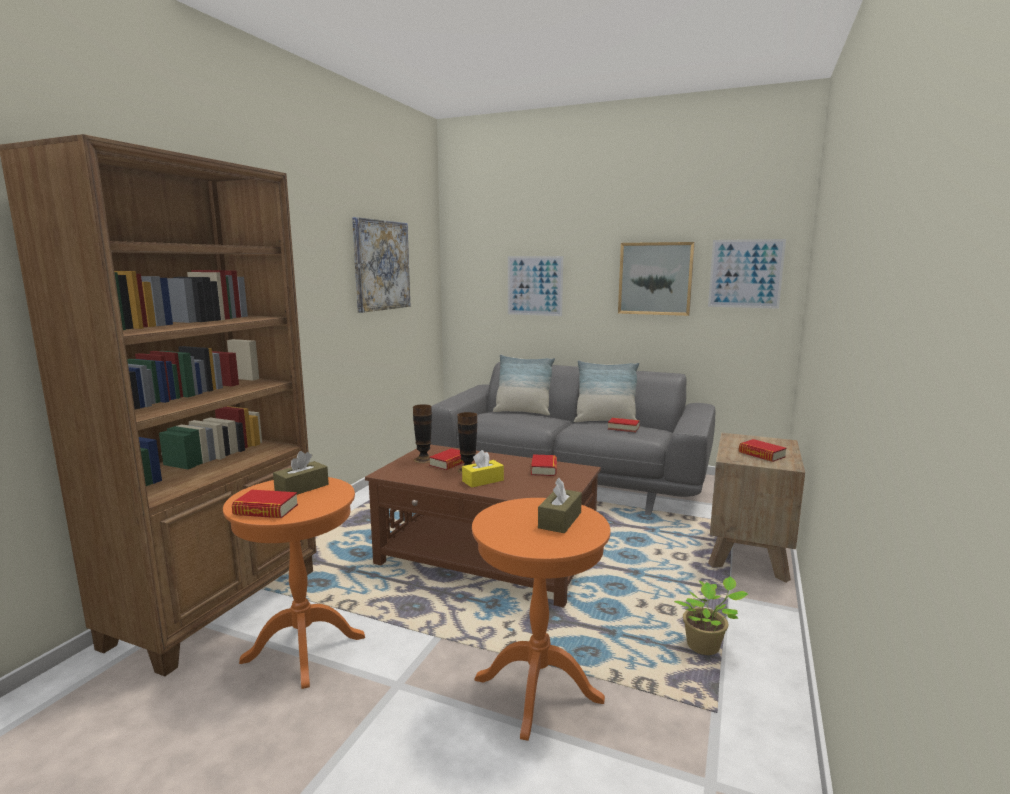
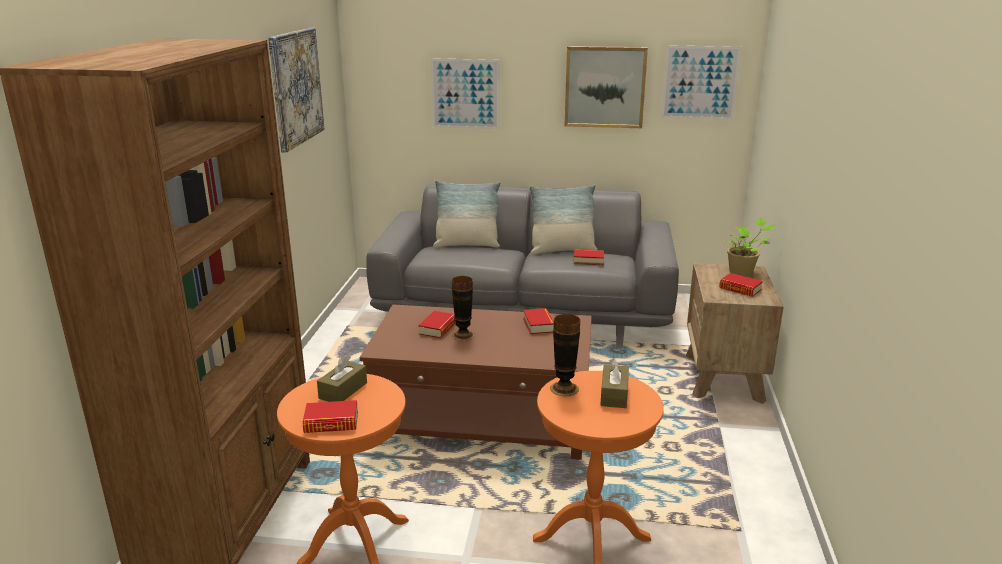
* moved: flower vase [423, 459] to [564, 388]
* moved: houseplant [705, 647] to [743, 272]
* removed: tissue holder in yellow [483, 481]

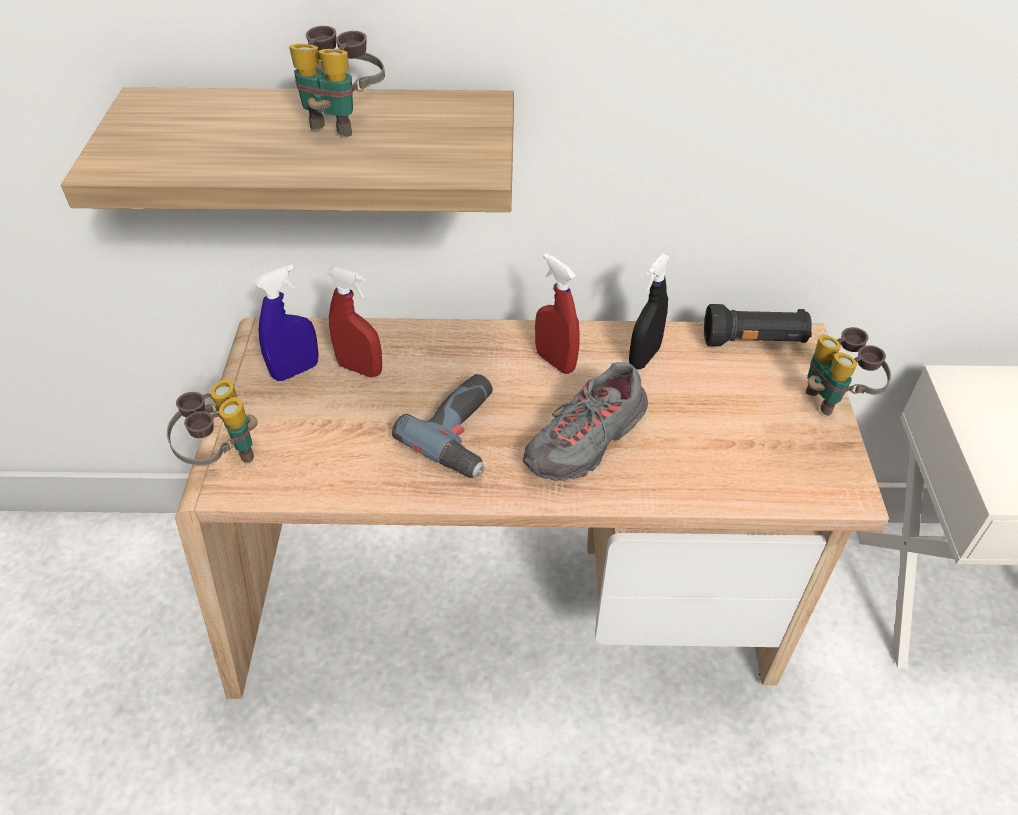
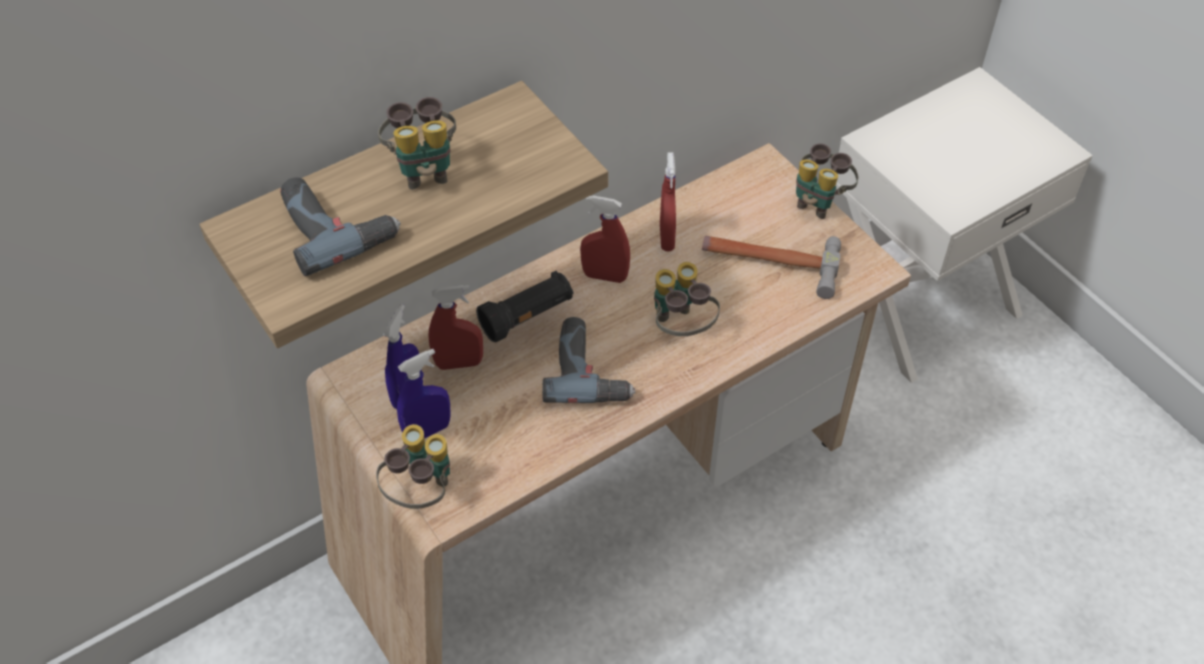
* added: drill [335, 226]
* added: spray bottle in blue [428, 431]
* moved: torch in black-coloured [754, 341] to [527, 316]
* replaced: shoe in grey [586, 442] to pair of binoculars [681, 327]
* recoloured: spray bottle in black-coloured [644, 357] to spray bottle in reddish [666, 238]
* added: tool hammer [769, 262]

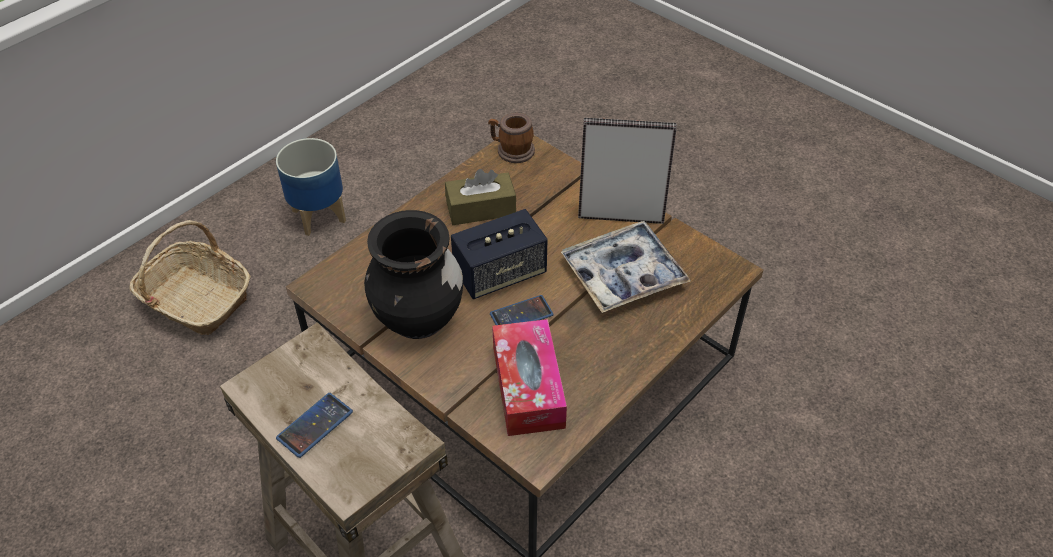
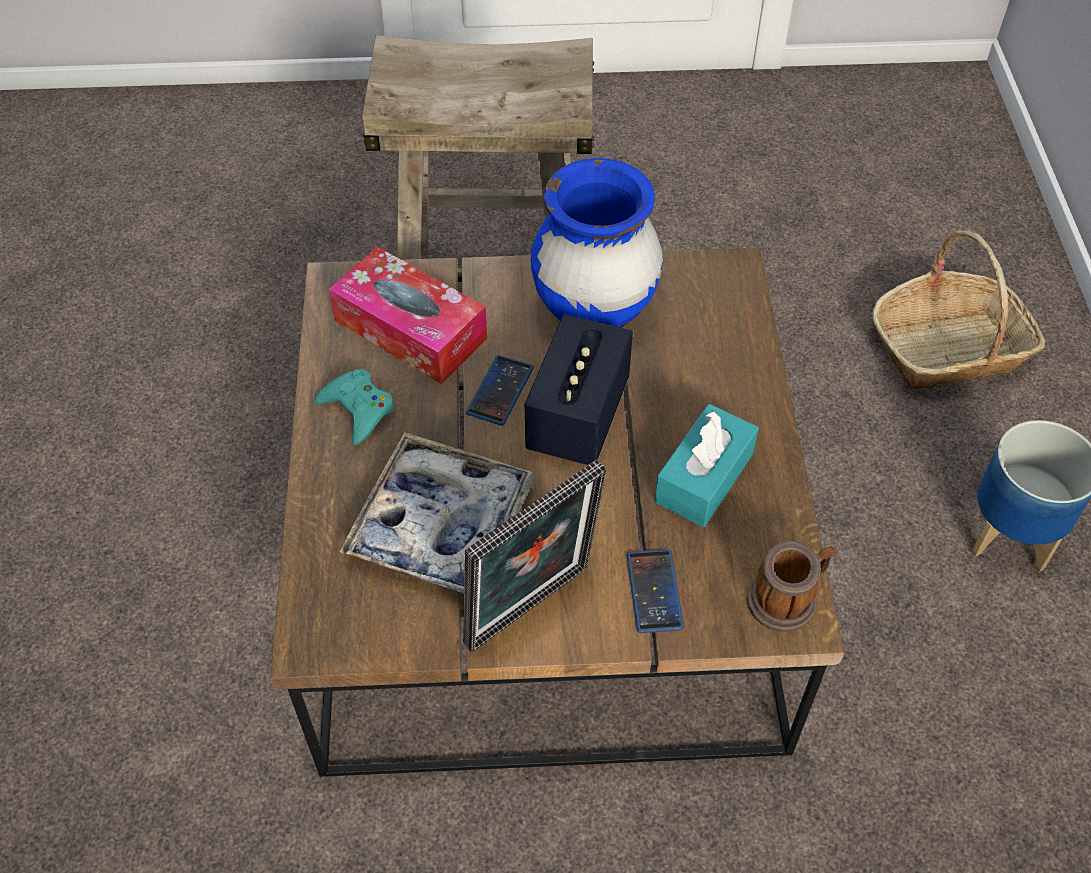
* added: gamepad in turquoise-coloured [358, 410]
* recoloured: flower vase in black-coloured [419, 319] to flower vase in blue [593, 311]
* moved: handset [315, 425] to [654, 591]
* recoloured: tissue holder in brownish [481, 209] to tissue holder in turquoise-coloured [704, 478]

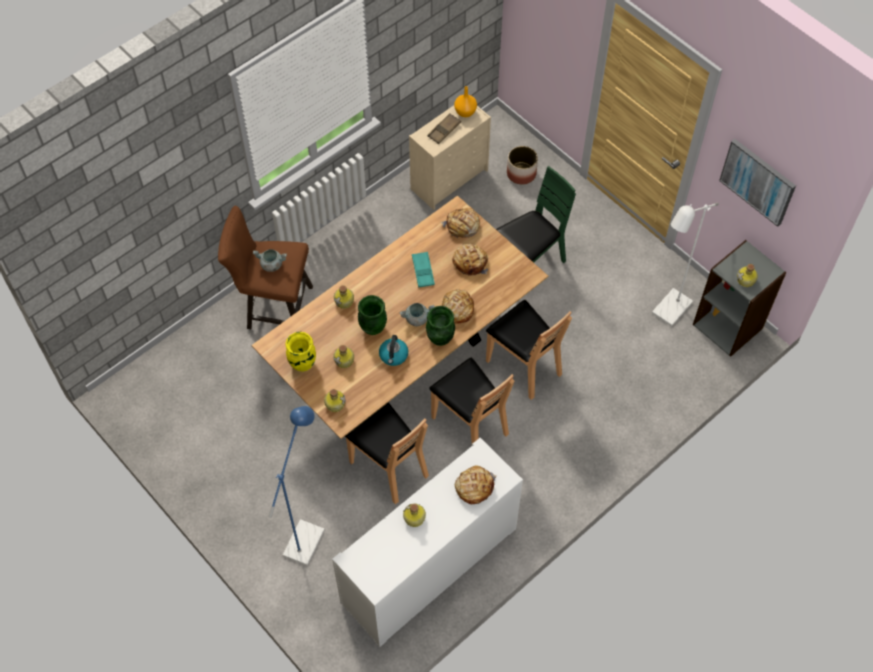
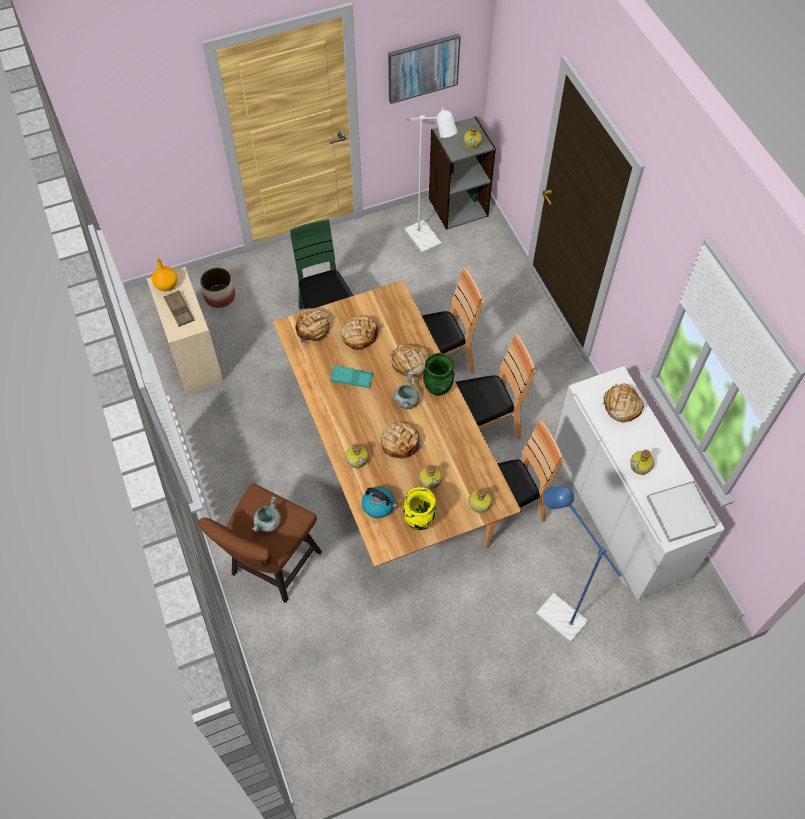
* moved: tea kettle [393, 356] to [379, 505]
* replaced: flower vase in green-coloured [373, 327] to baked bread [400, 443]
* added: carrying tray in whitish [680, 512]

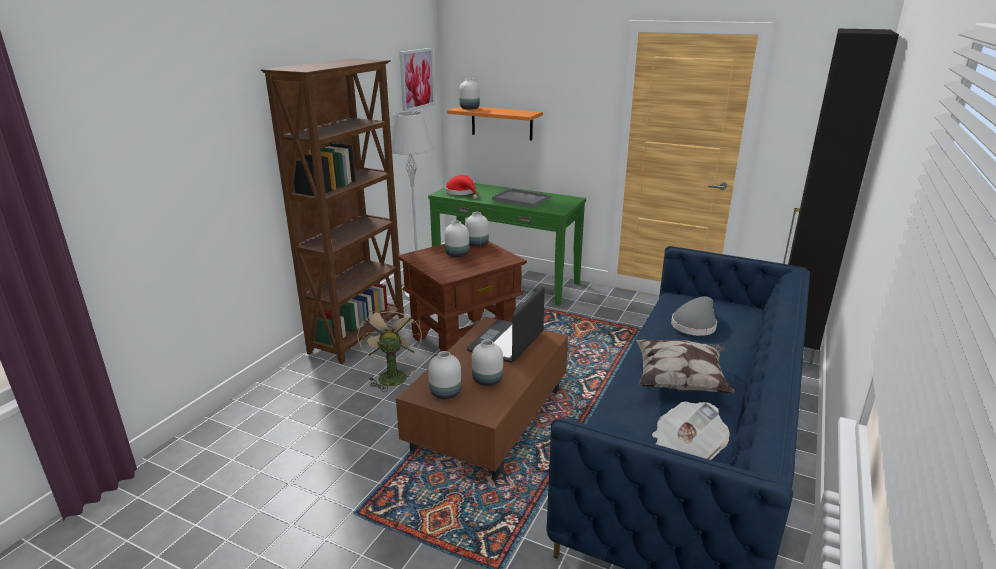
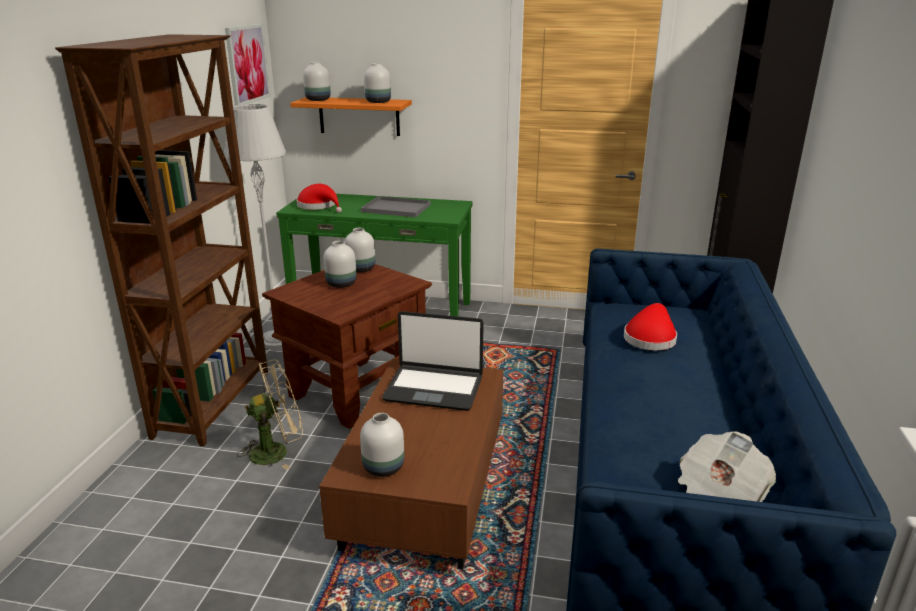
* turned: cooling fan in beige [391, 375] = [277, 451] 90 degrees clockwise
* moved: flower vase in whitish [486, 380] to [377, 102]
* turned: notebook computer [507, 342] = [434, 388] 90 degrees counterclockwise
* recoloured: clothing hat in grey [695, 325] to clothing hat in reddish [650, 338]
* removed: throw pillow [680, 381]

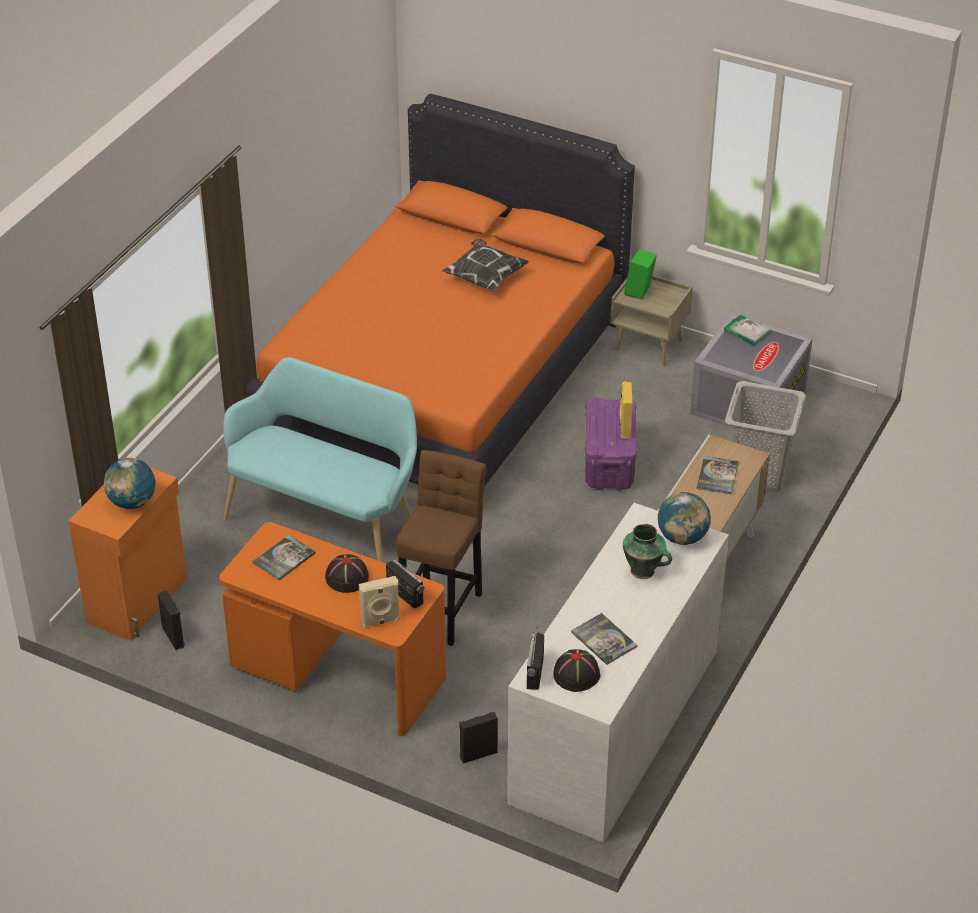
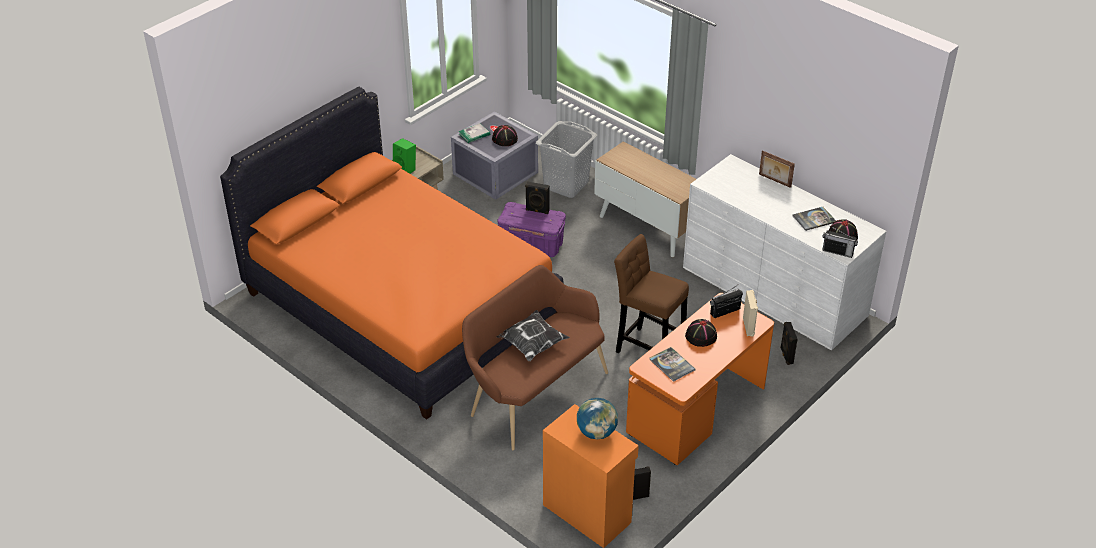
* recoloured: bench in turquoise-coloured [326, 519] to bench in brownish [533, 392]
* added: clothing hat in black-coloured [504, 139]
* moved: throw pillow [485, 277] to [530, 344]
* recoloured: audio speaker in yellow [624, 427] to audio speaker in black-coloured [537, 211]
* added: photo frame [774, 181]
* removed: flower vase [644, 571]
* removed: globe [682, 537]
* removed: bound book [717, 476]

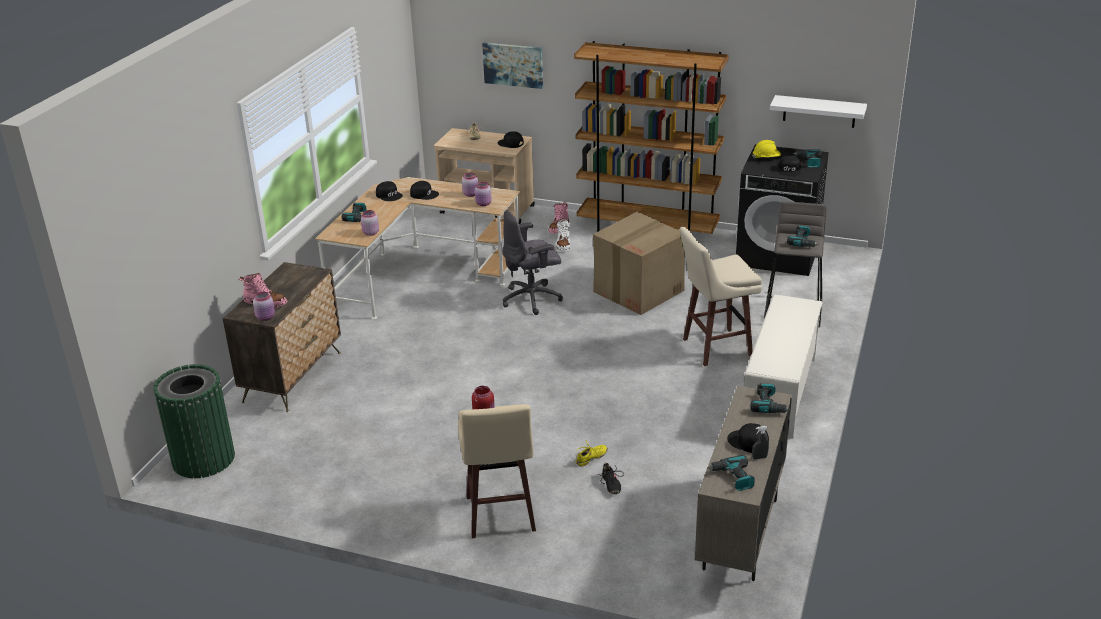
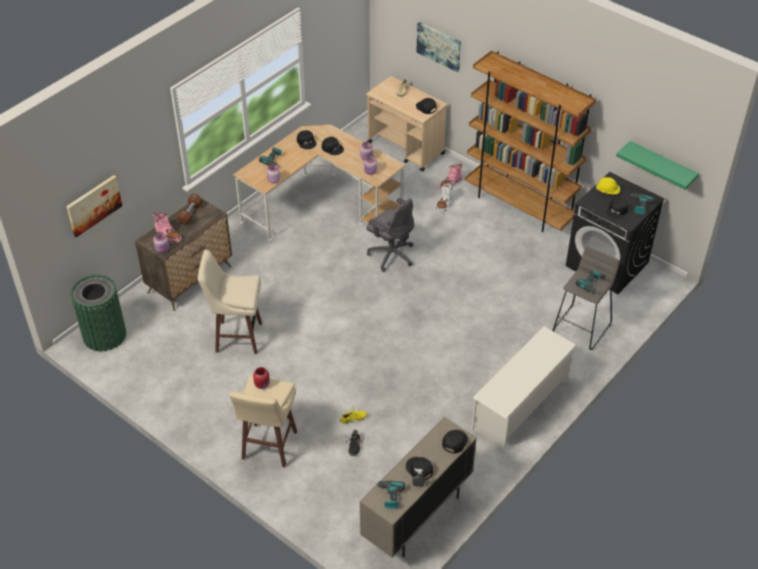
* added: picture [93, 205]
* added: hand weight in brownish [190, 213]
* moved: stool in beige [714, 347] to [237, 337]
* turned: computer chair in grey [532, 299] = [391, 254] 135 degrees counterclockwise
* replaced: drill [769, 405] to cap in black-coloured [454, 441]
* recoloured: bracket shelf in whitish [819, 111] to bracket shelf in green-coloured [662, 165]
* removed: cardboard box [639, 291]

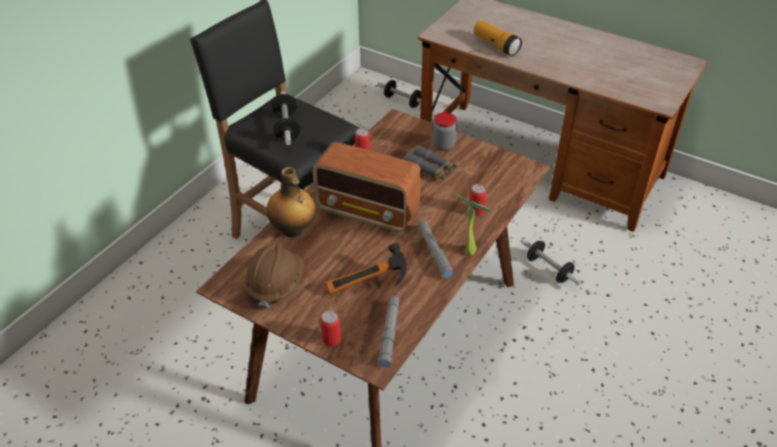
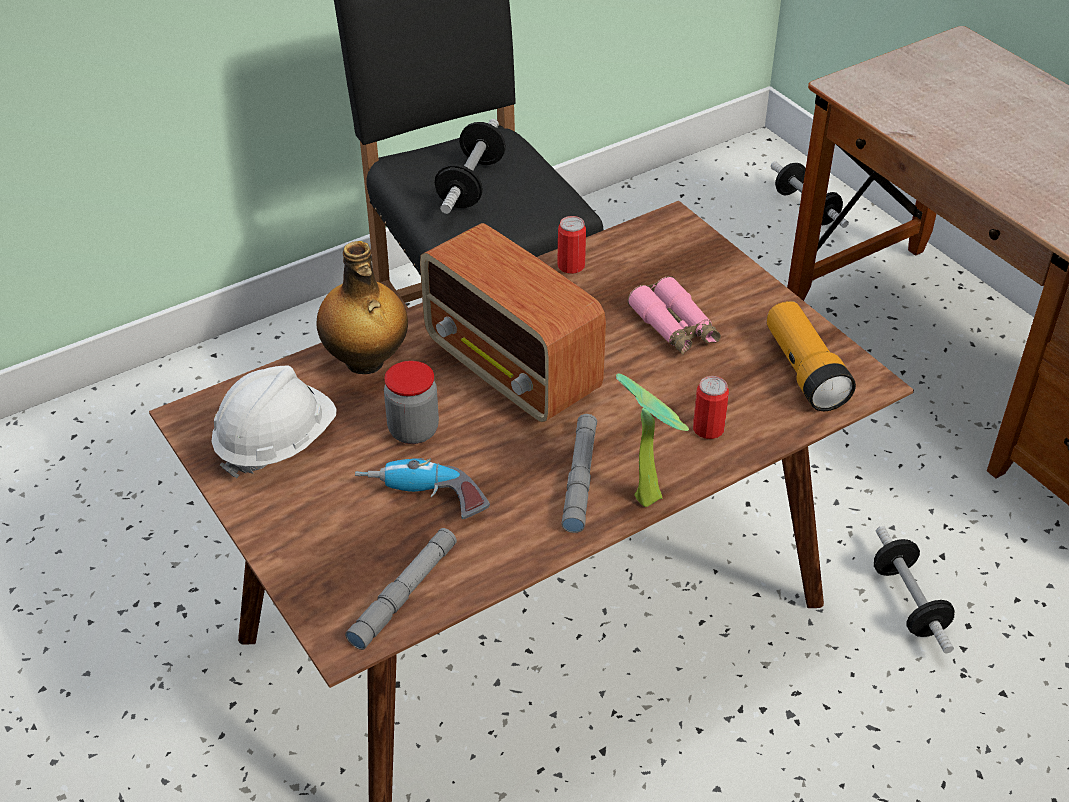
* recoloured: safety helmet in brownish [275, 284] to safety helmet in whitish [276, 443]
* replaced: tool hammer [368, 287] to drill [422, 500]
* moved: preserve jar [443, 145] to [413, 431]
* recoloured: pair of binoculars in grey [430, 169] to pair of binoculars in pink [674, 327]
* moved: torch [496, 45] to [804, 371]
* removed: can [331, 339]

